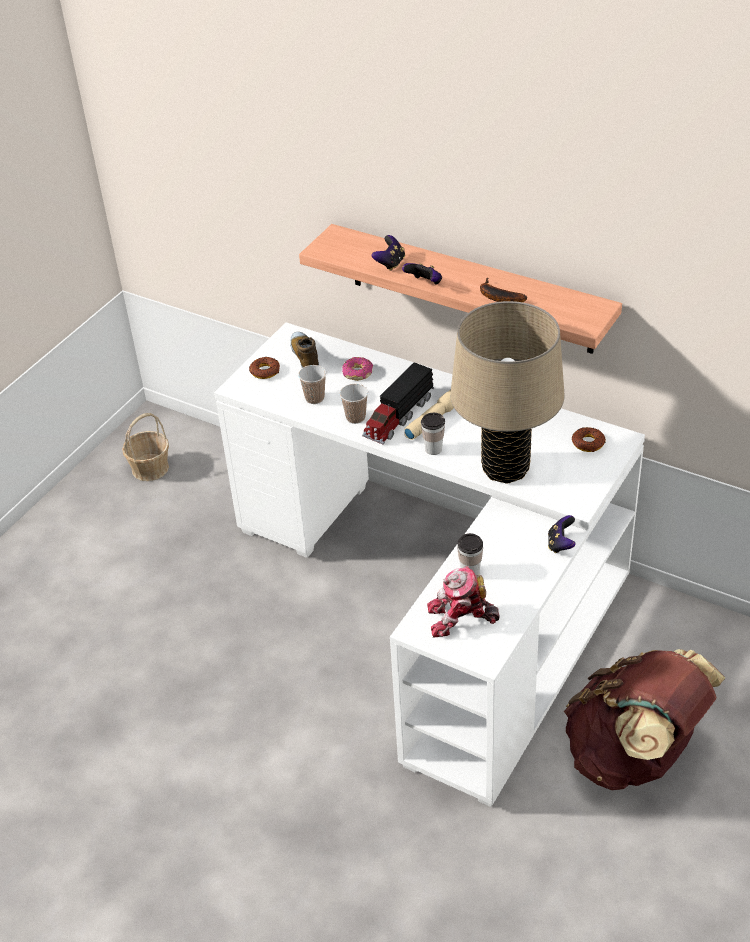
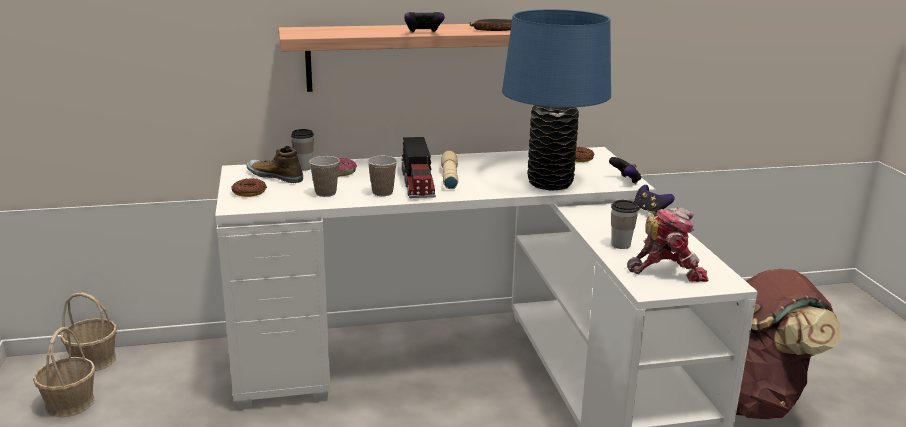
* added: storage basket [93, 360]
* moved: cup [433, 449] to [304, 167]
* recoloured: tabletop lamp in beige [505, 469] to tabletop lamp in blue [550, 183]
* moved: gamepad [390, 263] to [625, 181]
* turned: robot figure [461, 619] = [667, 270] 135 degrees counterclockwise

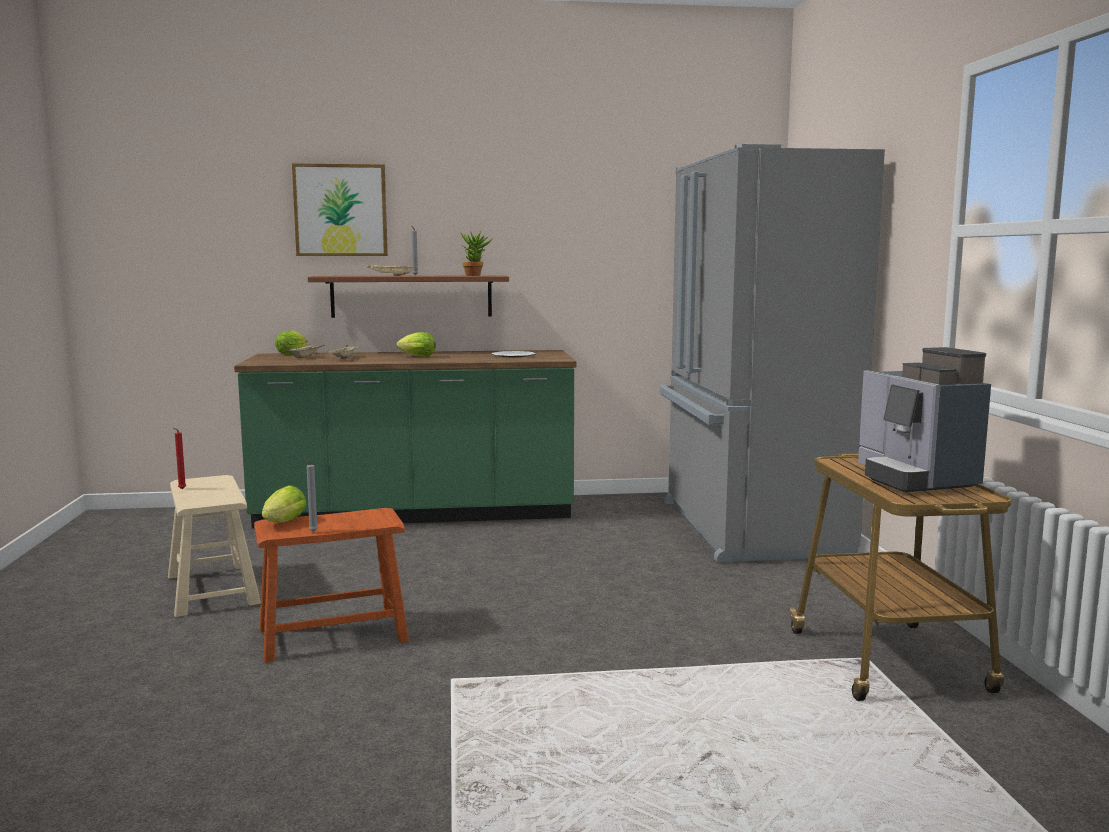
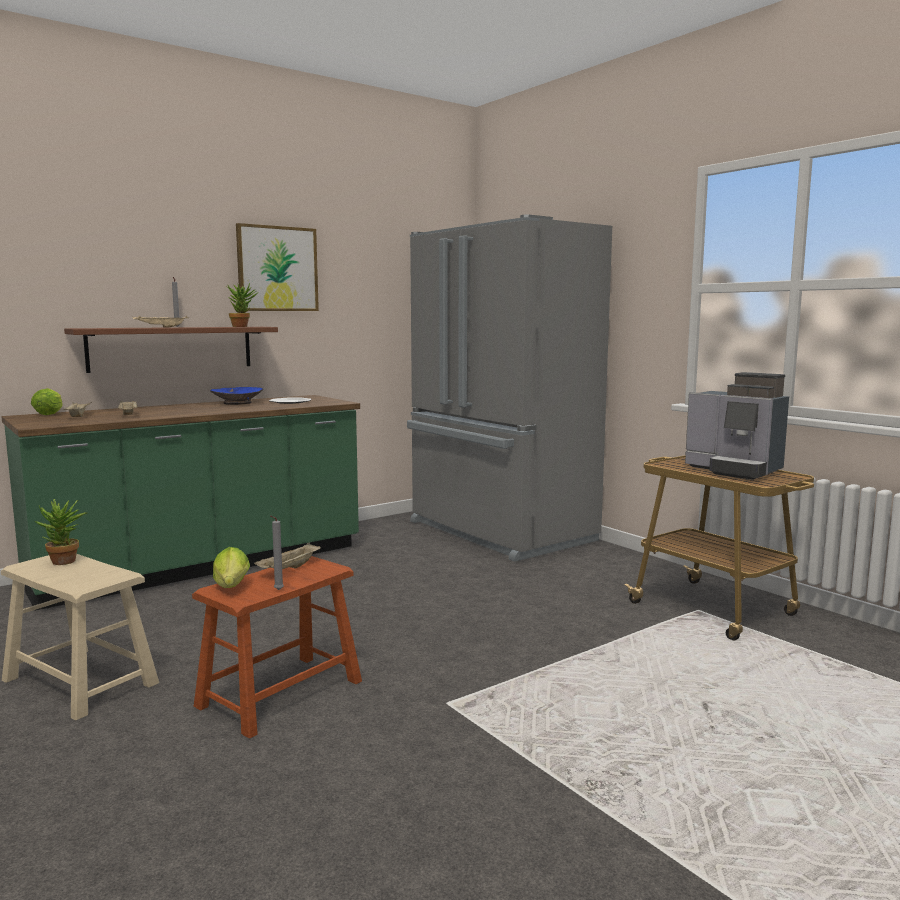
* added: houseplant [65, 563]
* added: deep dish in blue [237, 403]
* moved: picture [340, 210] to [277, 269]
* added: carrying tray in beige [289, 569]
* removed: candle in reddish [181, 489]
* removed: lettuce [416, 356]

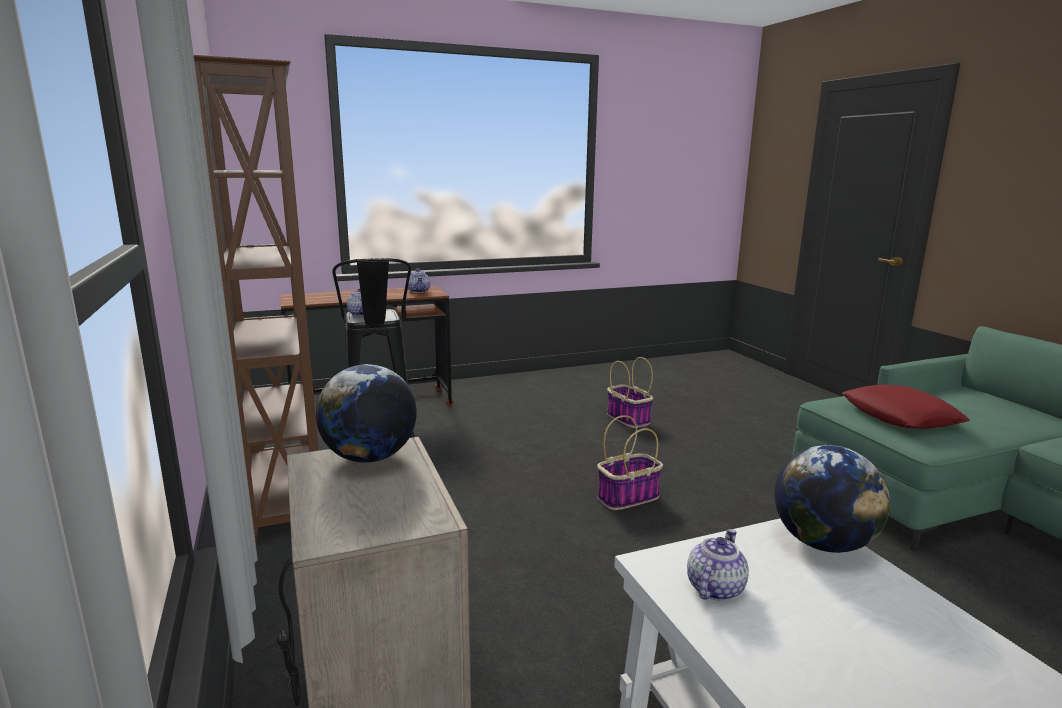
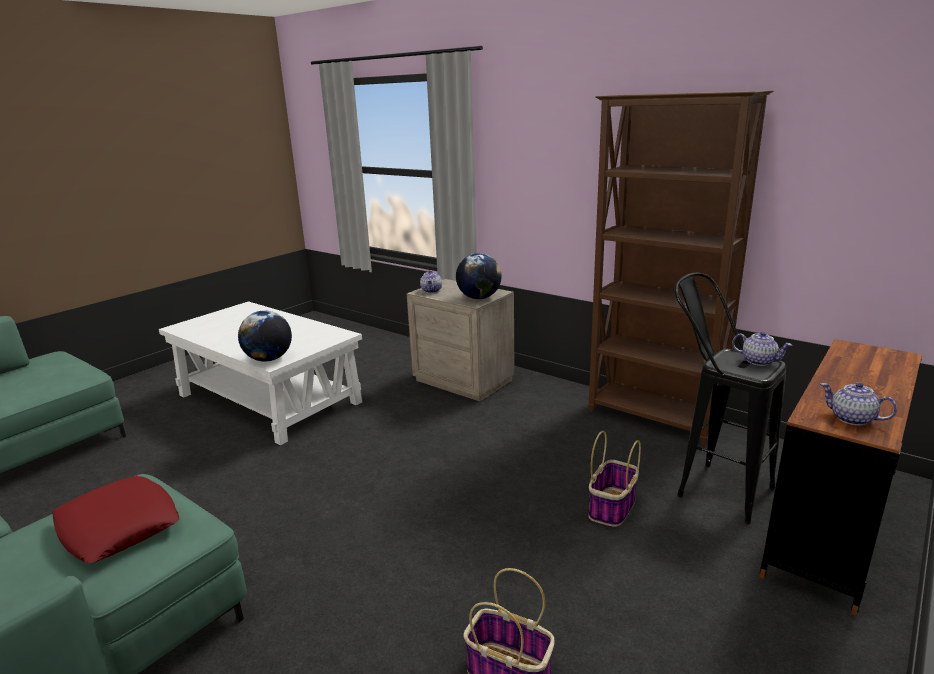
* moved: teapot [714, 587] to [431, 290]
* moved: storage basket [628, 497] to [612, 508]

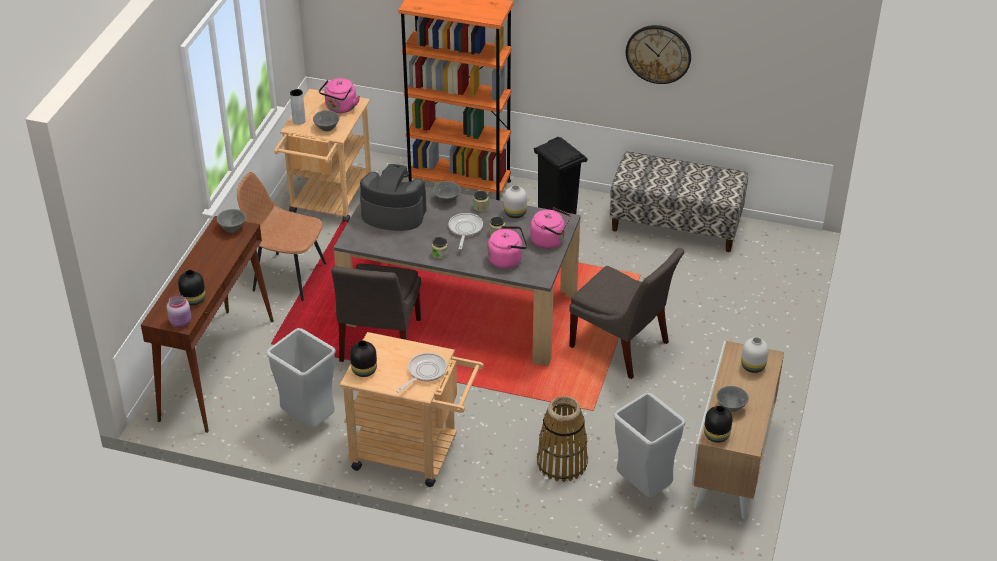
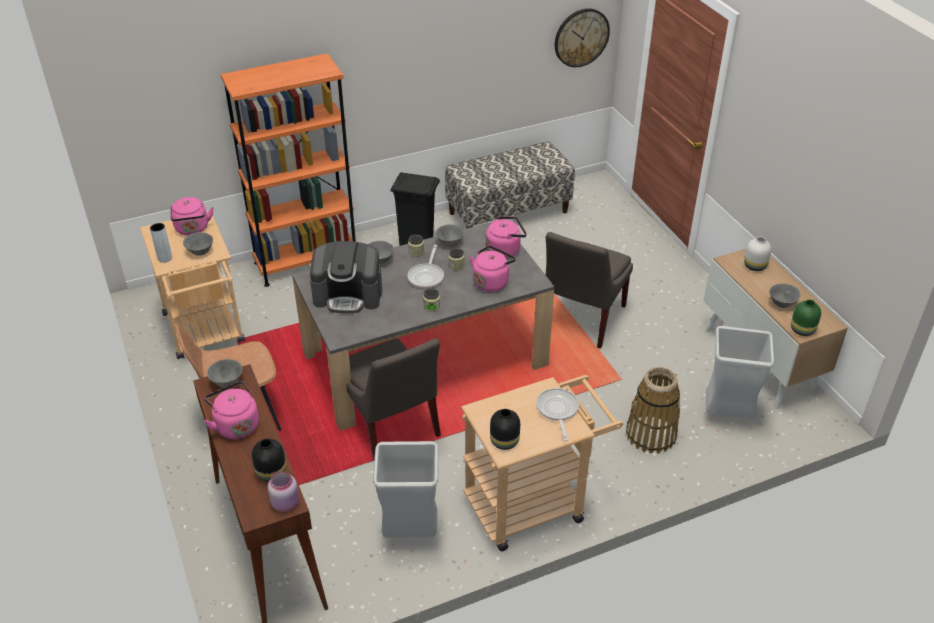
* added: tea kettle in pink [235, 425]
* turned: coffee brewer [393, 214] = [348, 295] 150 degrees counterclockwise
* turned: skillet [465, 230] = [427, 276] 135 degrees counterclockwise
* replaced: flower vase in whitish [515, 213] to deep dish in grey [450, 242]
* turned: upright chair in grey [622, 347] = [581, 319] 120 degrees clockwise
* moved: clock on the wall [658, 54] to [581, 37]
* recoloured: flower vase in black-coloured [717, 436] to flower vase in green-coloured [803, 330]

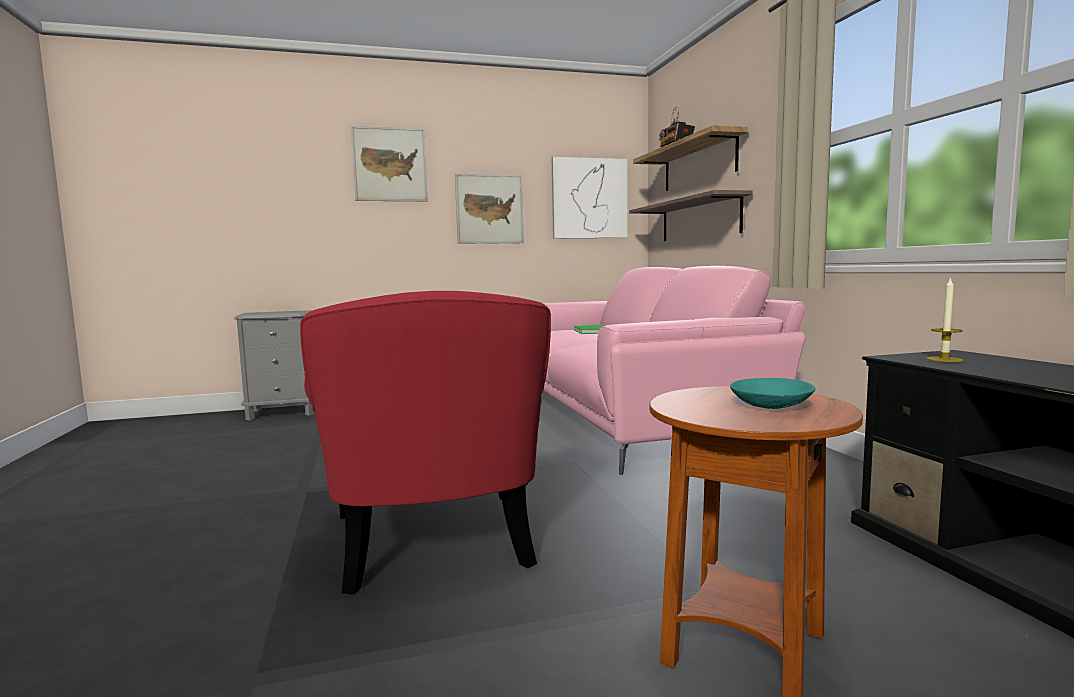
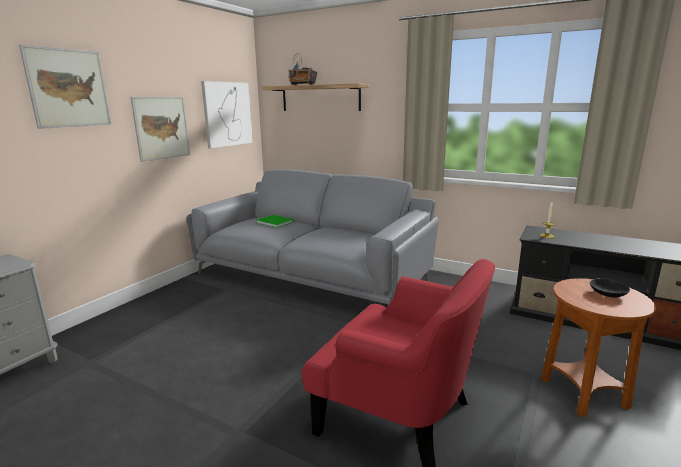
* recoloured: sofa in pink [625, 415] to sofa in grey [313, 276]
* recoloured: deep dish in turquoise-coloured [770, 406] to deep dish in black-coloured [608, 294]
* removed: bracket shelf [699, 219]

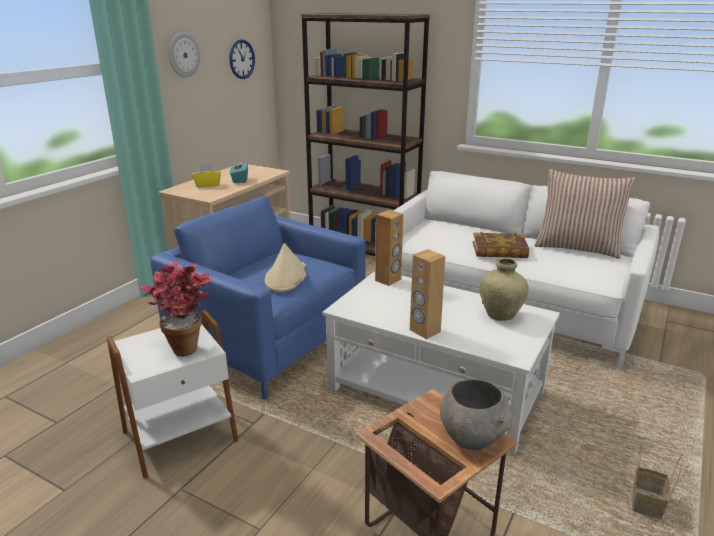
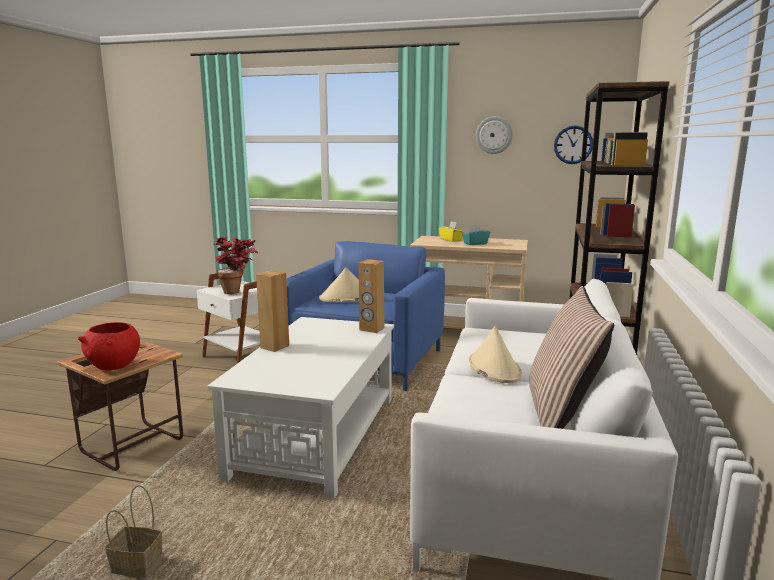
* recoloured: deep dish in grey [472, 437] to deep dish in reddish [114, 366]
* replaced: bound book [499, 250] to clothing hat in beige [493, 368]
* removed: flower vase in beige [500, 315]

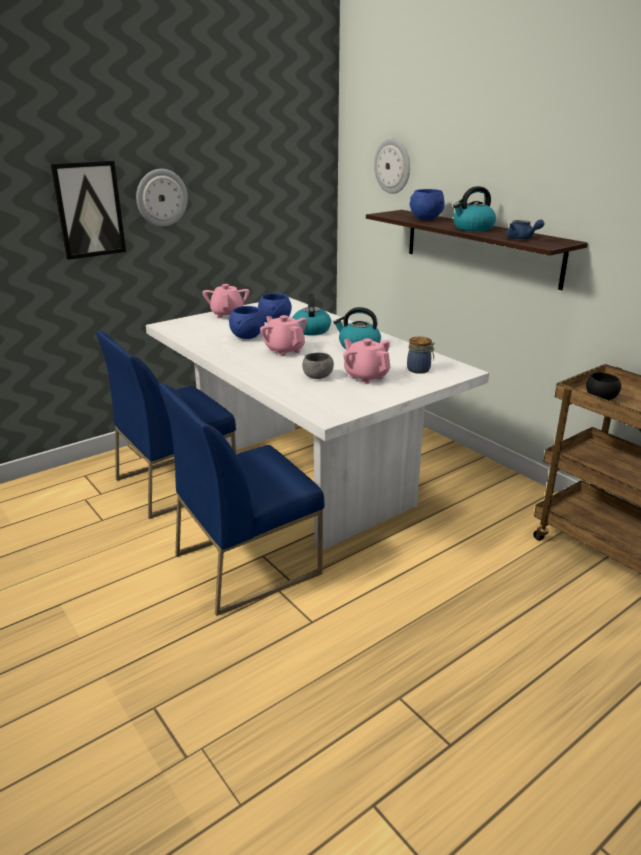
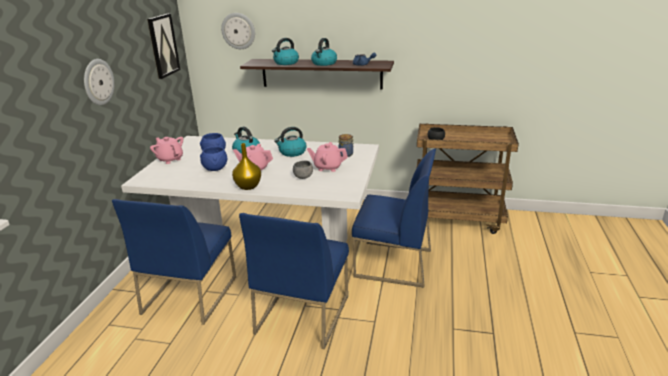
* moved: picture [89, 209] to [163, 45]
* added: flower vase in yellow [247, 186]
* replaced: deep dish in blue [426, 220] to tea kettle [286, 63]
* added: upright chair in blue [392, 263]

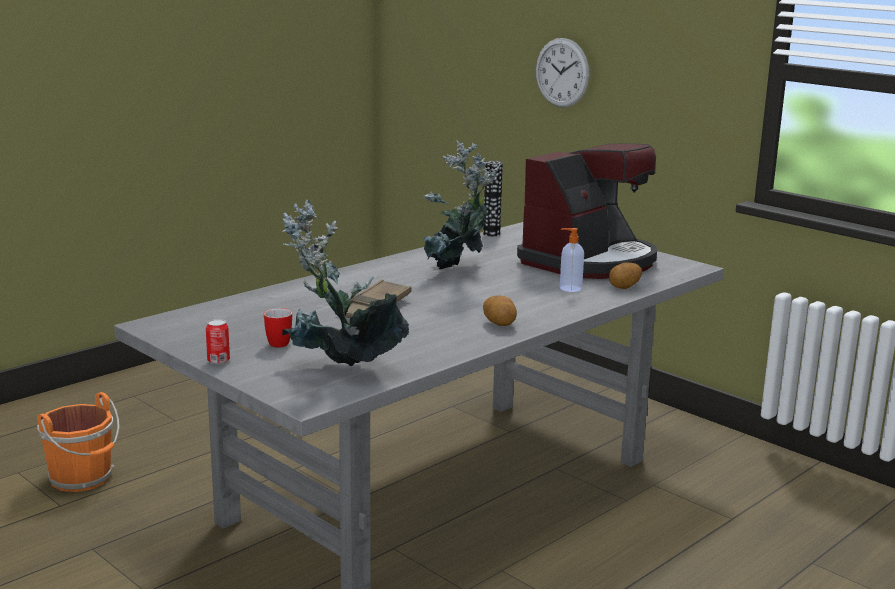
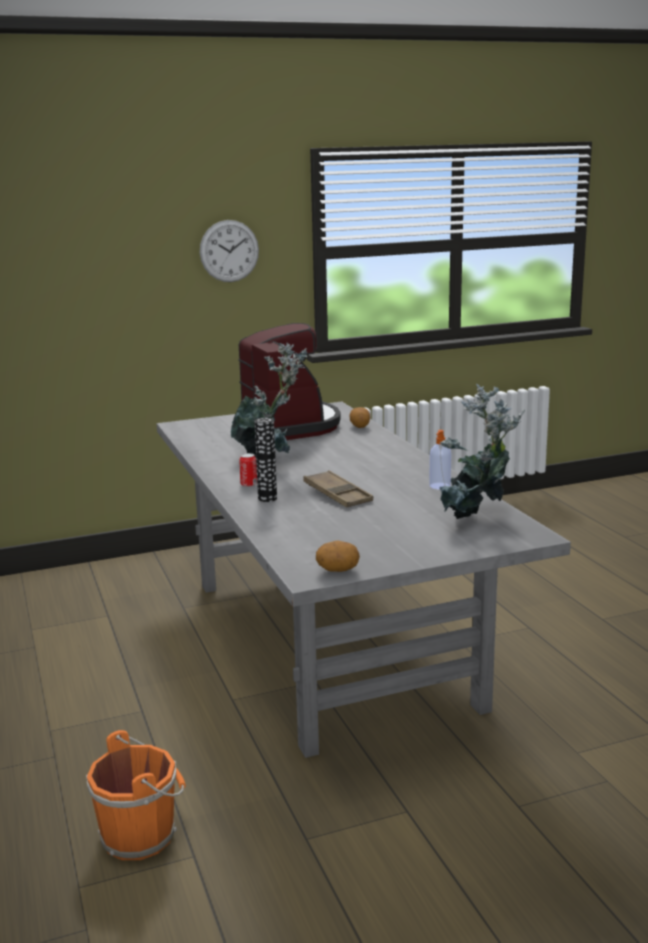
* moved: clock on the wall [562, 72] to [229, 251]
* moved: can [218, 361] to [249, 484]
* moved: flower vase [491, 234] to [267, 498]
* moved: whole potato [499, 324] to [337, 570]
* moved: soap dispenser [569, 288] to [439, 486]
* removed: tea mug [281, 342]

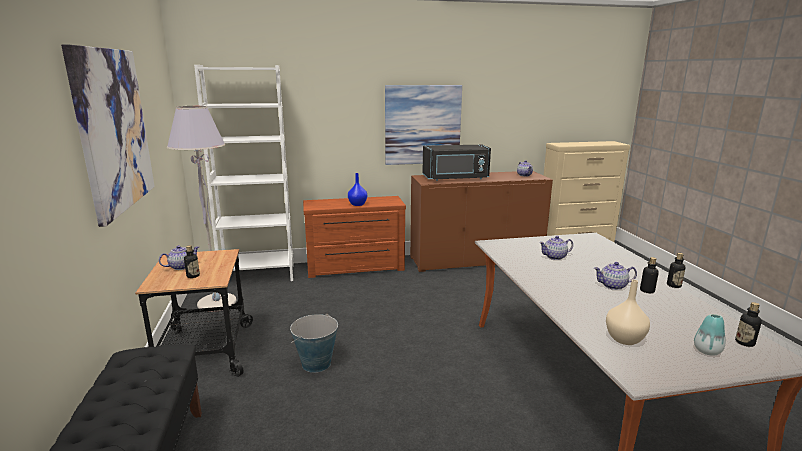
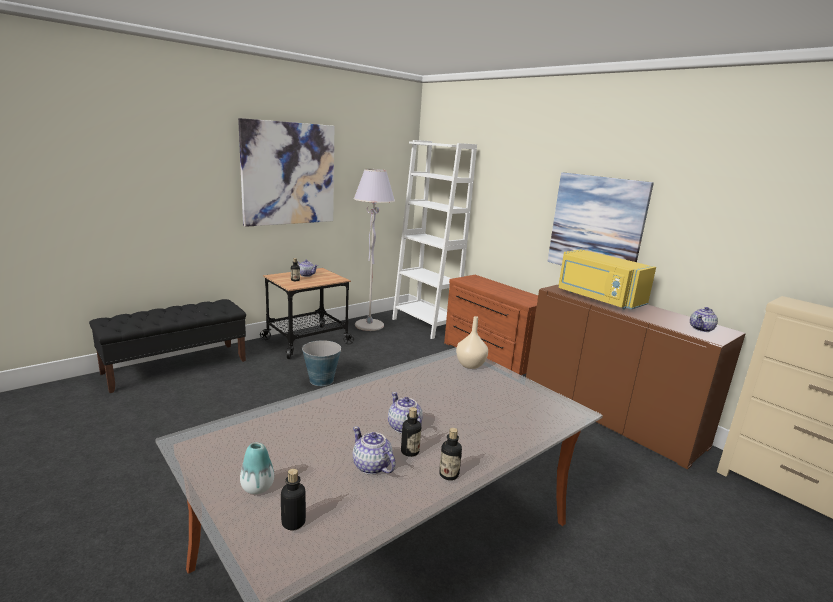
* moved: teapot [555, 257] to [372, 466]
* moved: flower vase in beige [624, 339] to [471, 365]
* recoloured: microwave in black-coloured [456, 178] to microwave in yellow [598, 298]
* removed: flower vase in blue [358, 204]

